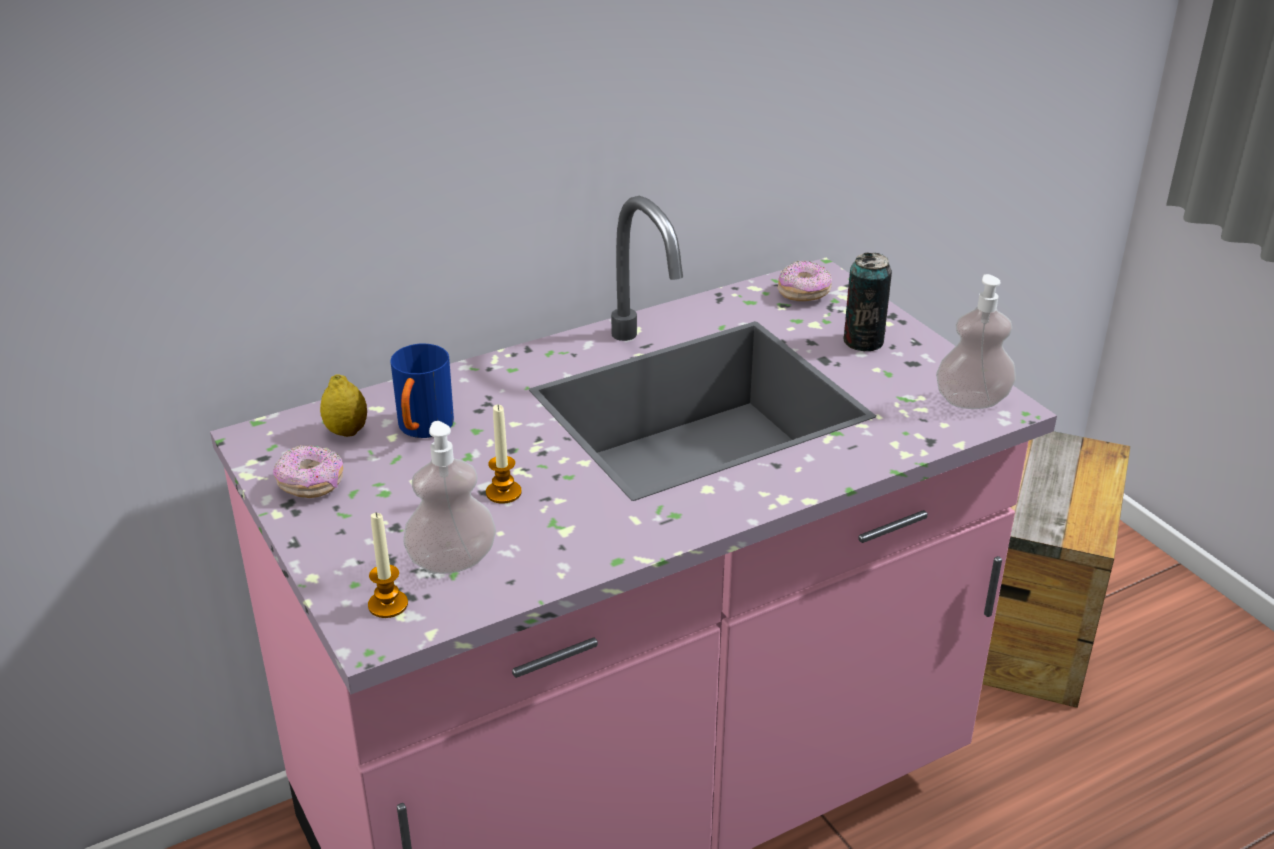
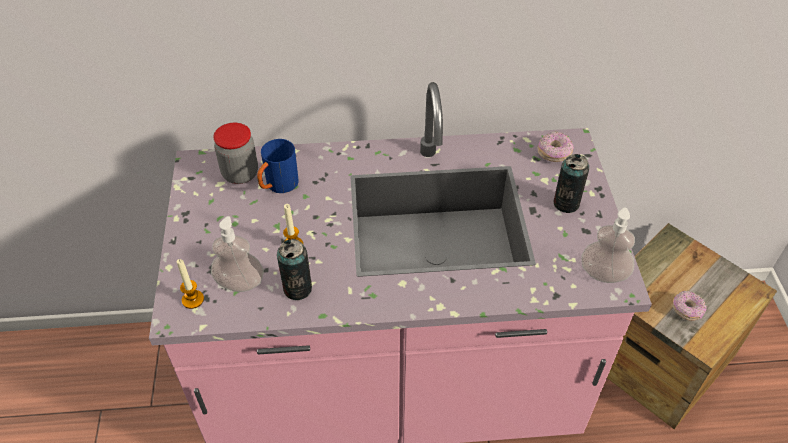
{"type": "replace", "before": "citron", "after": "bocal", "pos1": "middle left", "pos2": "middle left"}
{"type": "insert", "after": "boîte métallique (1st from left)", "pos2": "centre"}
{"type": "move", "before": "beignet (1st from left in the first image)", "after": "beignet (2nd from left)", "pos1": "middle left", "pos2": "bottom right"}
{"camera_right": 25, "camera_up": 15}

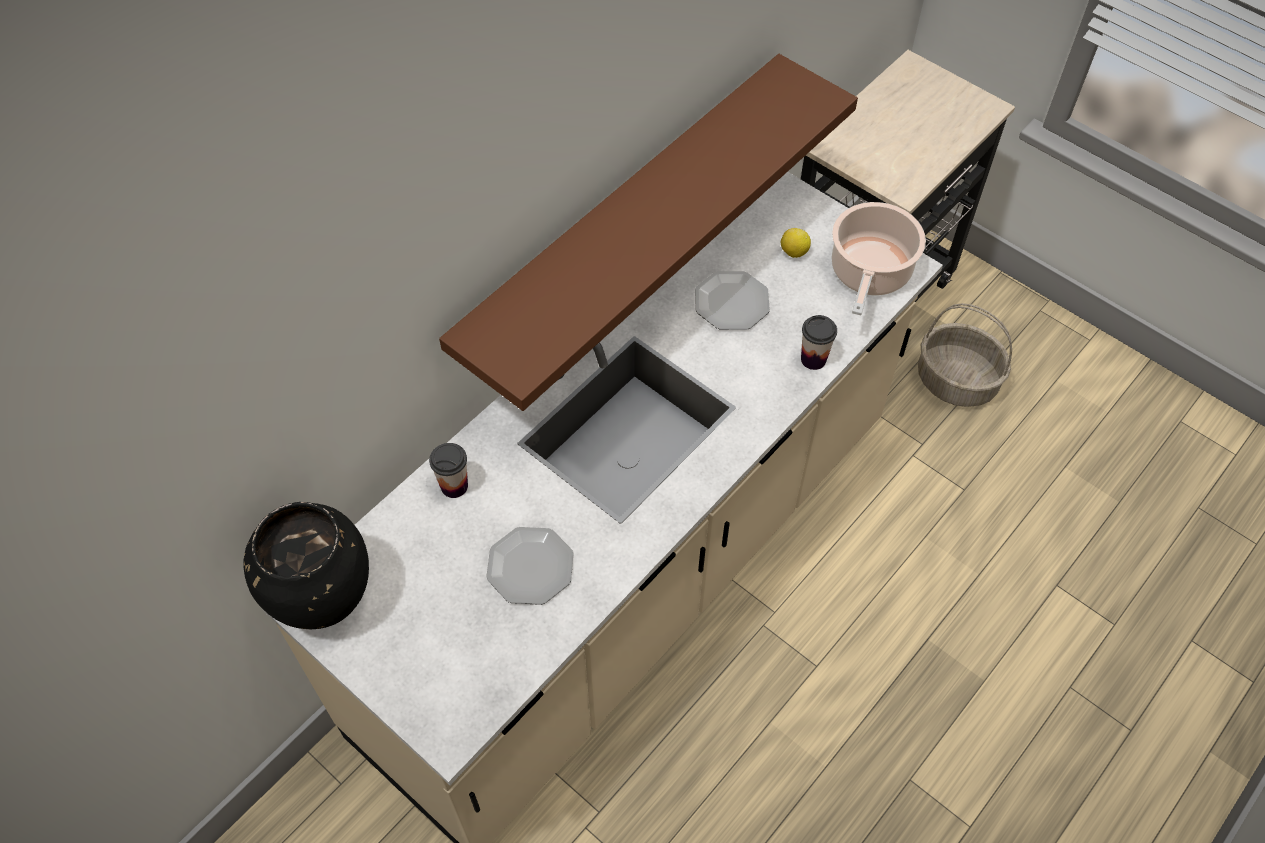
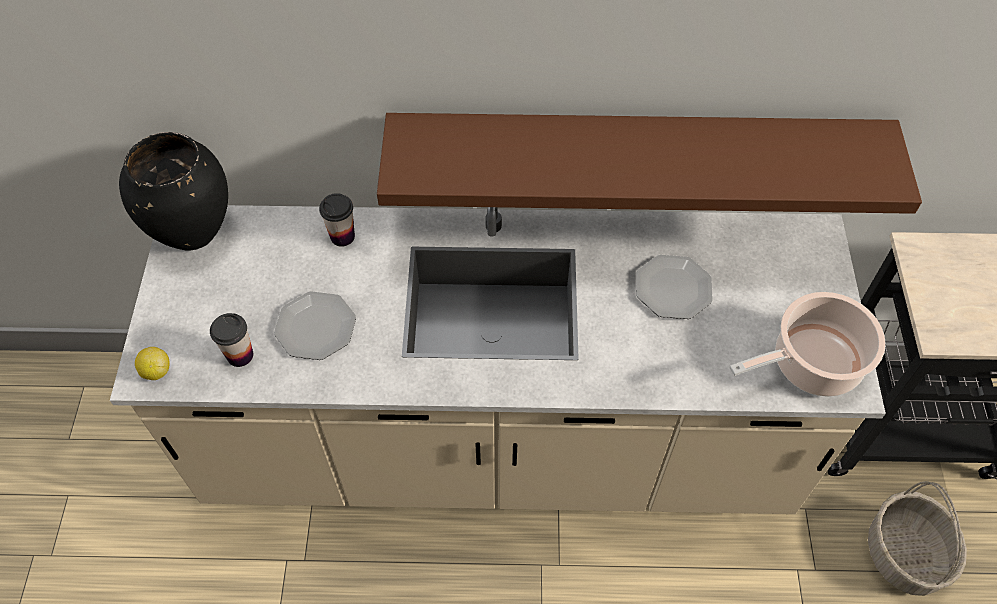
{"type": "move", "before": "citron", "pos1": "top centre", "pos2": "middle left"}
{"type": "move", "before": "tasse (2nd from left in the first image)", "after": "tasse (1st from left)", "pos1": "centre", "pos2": "middle left"}
{"camera_right": 50, "camera_up": 0}

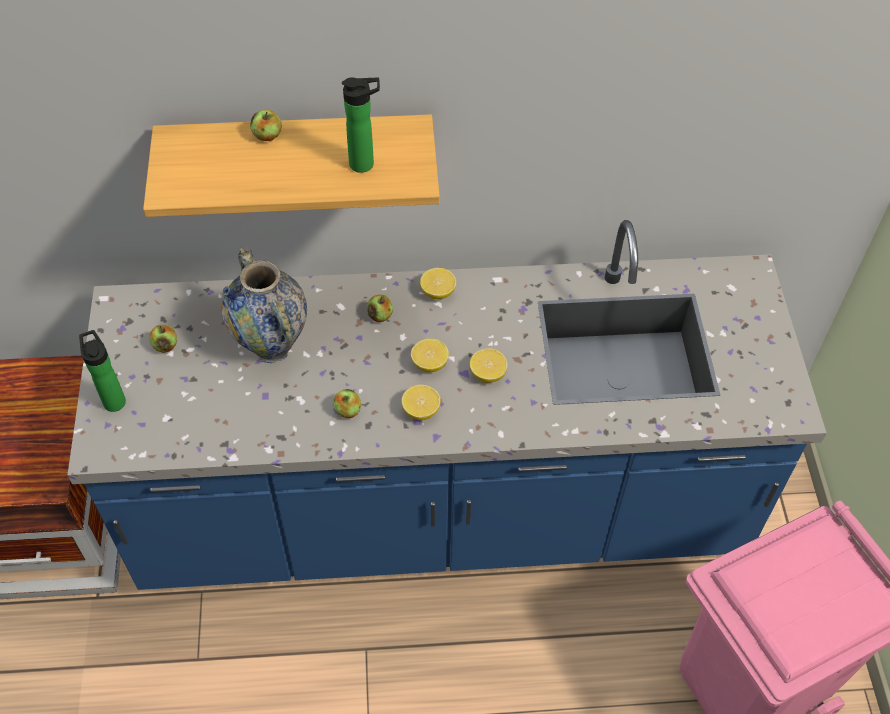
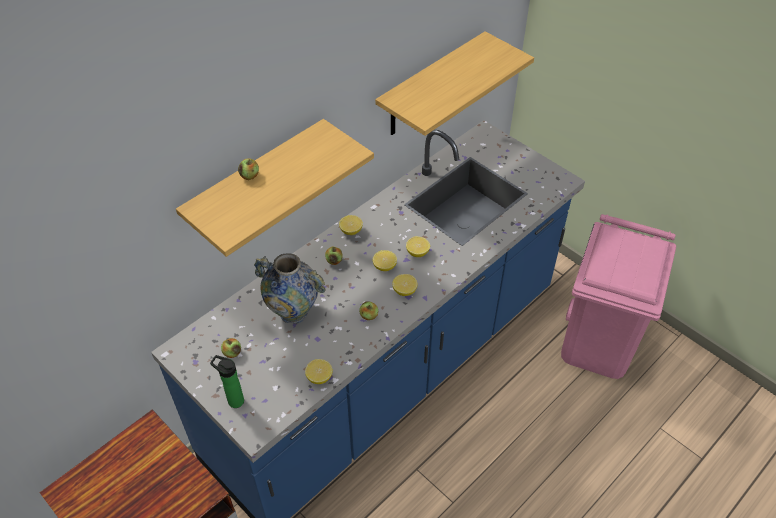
{"type": "insert", "after": "citron (1st from left)", "pos2": "bottom centre"}
{"type": "insert", "after": "étagère (2nd from left)", "pos2": "top centre"}
{"type": "delete", "before": "bouteille (2nd from left)", "pos1": "top centre"}
{"camera_right": -40, "camera_up": -5}

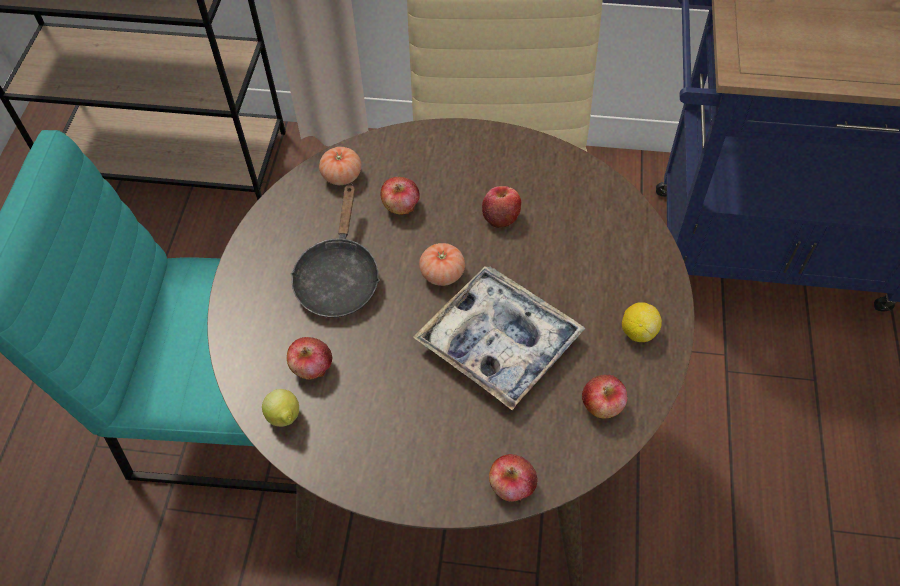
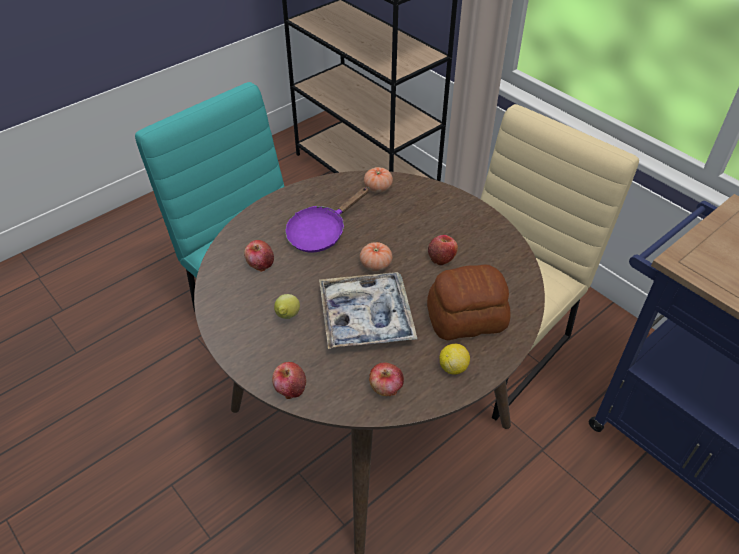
{"type": "move", "before": "citron (1st from left)", "pos1": "bottom left", "pos2": "centre"}
{"type": "recolor", "before": "poêle [noir]", "after": "poêle [violet]", "pos1": "centre", "pos2": "centre"}
{"type": "insert", "after": "pain", "pos2": "centre"}
{"type": "delete", "before": "pomme (2nd from left)", "pos1": "centre"}
{"camera_right": 40, "camera_up": -10}

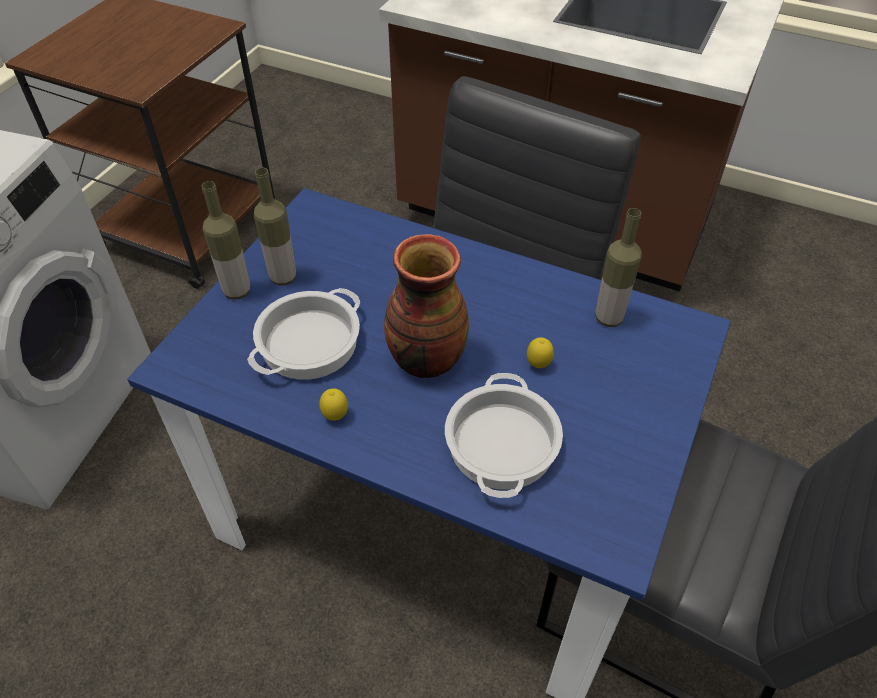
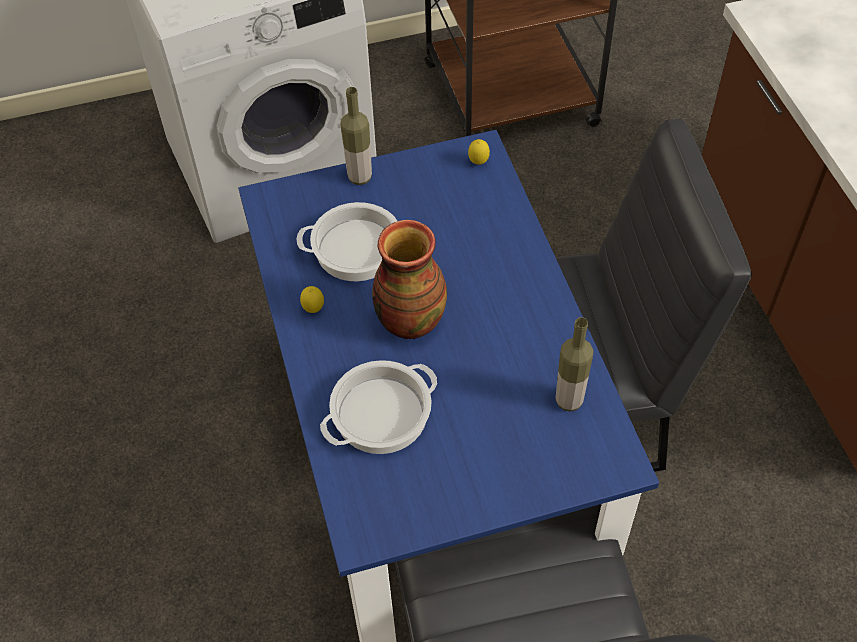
{"type": "move", "before": "citron (2nd from left)", "pos1": "centre", "pos2": "top centre"}
{"type": "delete", "before": "bouteille (2nd from left)", "pos1": "top left"}
{"camera_right": 50, "camera_up": 5}

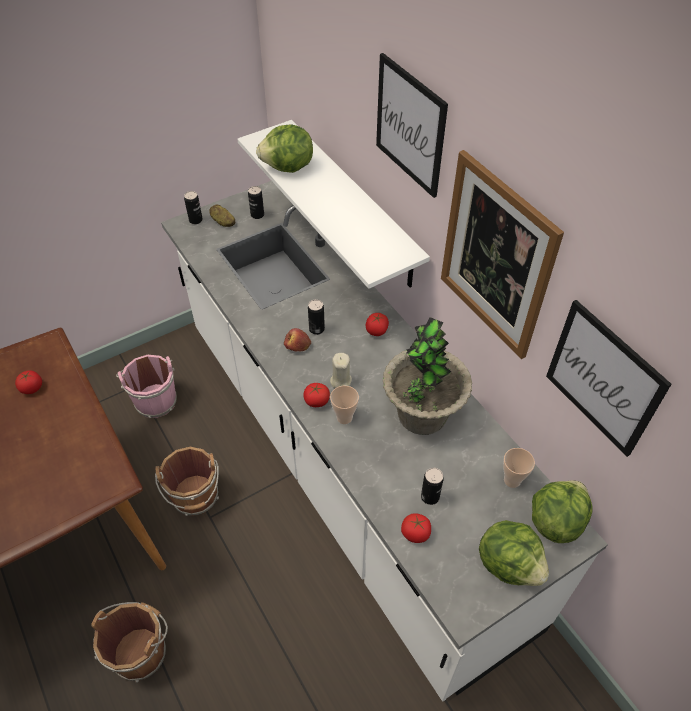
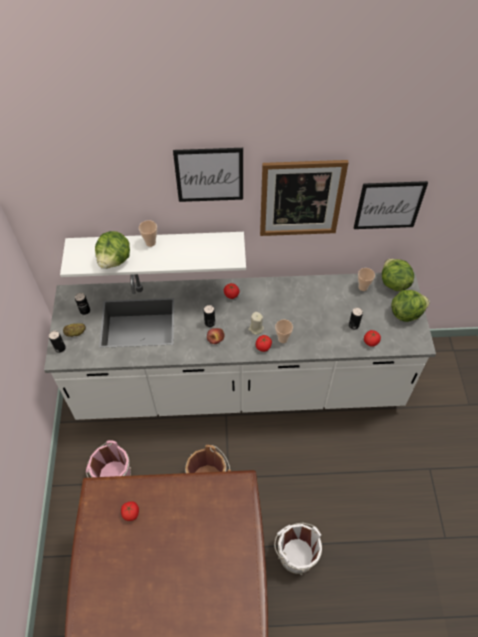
{"type": "insert", "after": "tasse (1st from left)", "pos2": "middle left"}
{"type": "recolor", "before": "seau [marron] (1st from left)", "after": "seau [blanc]", "pos1": "bottom left", "pos2": "bottom centre"}
{"type": "delete", "before": "plante en pot", "pos1": "centre"}
{"camera_right": -60, "camera_up": 5}

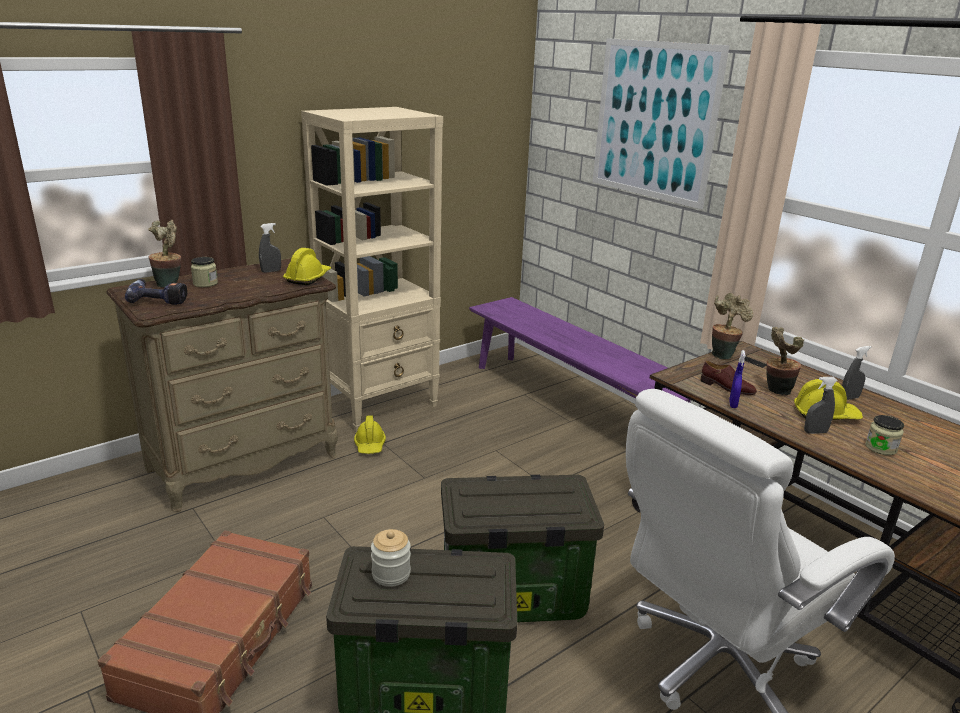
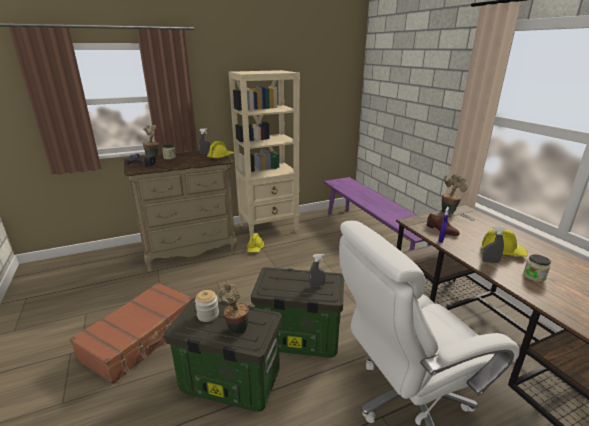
{"type": "move", "before": "plante en pot (3rd from left in the first image)", "after": "plante en pot (2nd from left)", "pos1": "middle right", "pos2": "bottom centre"}
{"type": "move", "before": "vaporisateur [gris] (3rd from left in the first image)", "after": "vaporisateur [gris] (2nd from left)", "pos1": "middle right", "pos2": "centre"}
{"type": "delete", "before": "tableau", "pos1": "top right"}
{"camera_right": 15, "camera_up": 0}

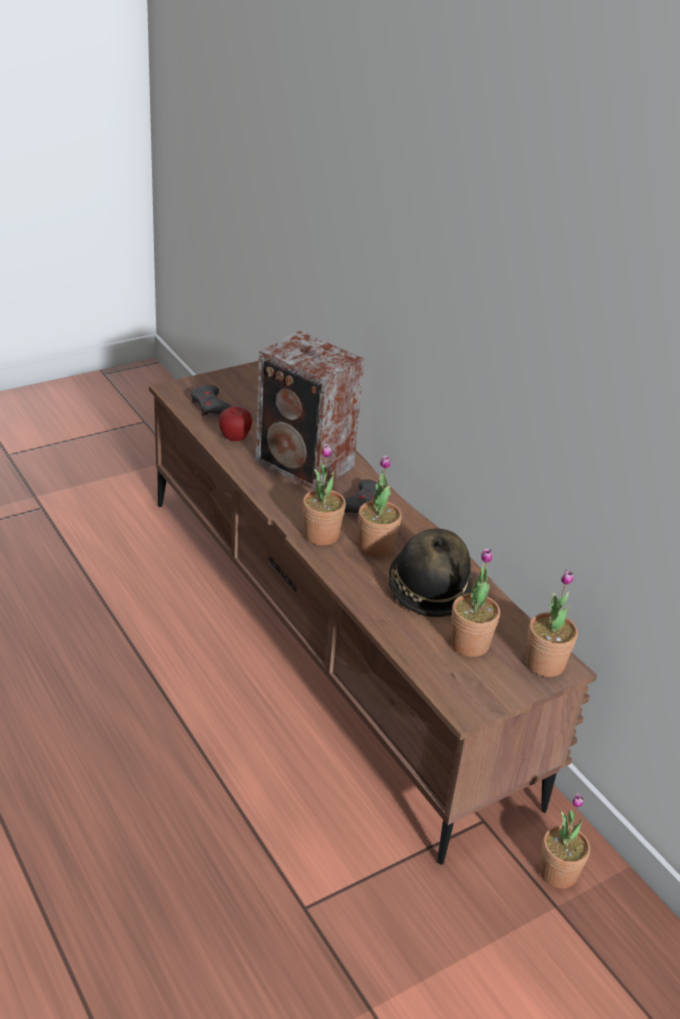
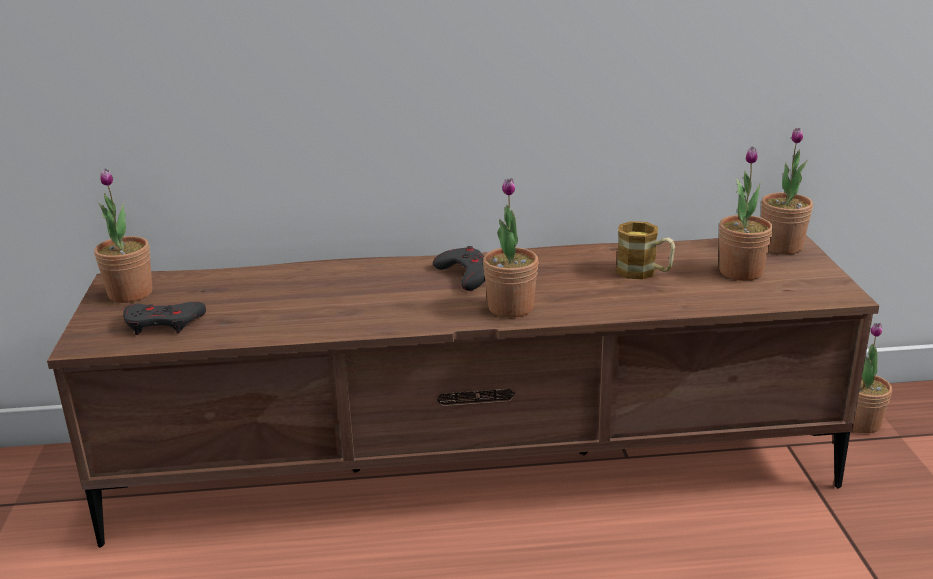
{"type": "move", "before": "plante en pot (2nd from left in the first image)", "after": "plante en pot (1st from left)", "pos1": "centre", "pos2": "middle left"}
{"type": "replace", "before": "chapeau", "after": "mug", "pos1": "centre", "pos2": "middle right"}
{"type": "delete", "before": "pomme", "pos1": "centre"}
{"type": "delete", "before": "enceinte", "pos1": "centre"}
{"camera_right": -60, "camera_up": -10}

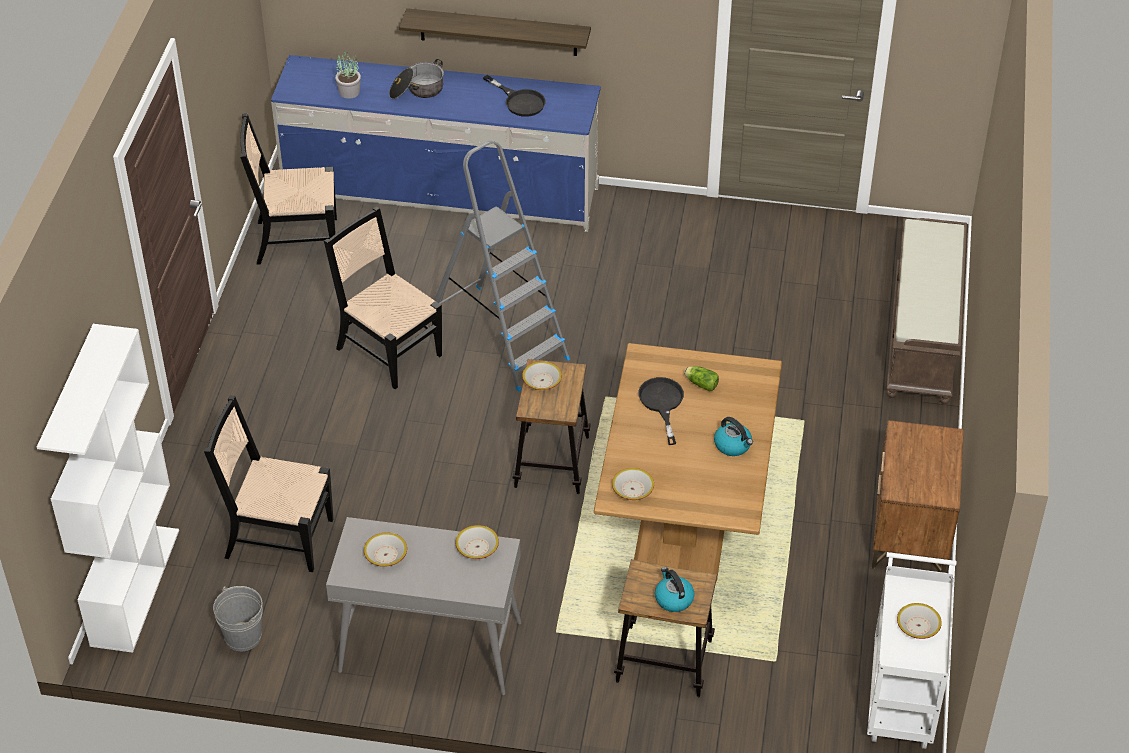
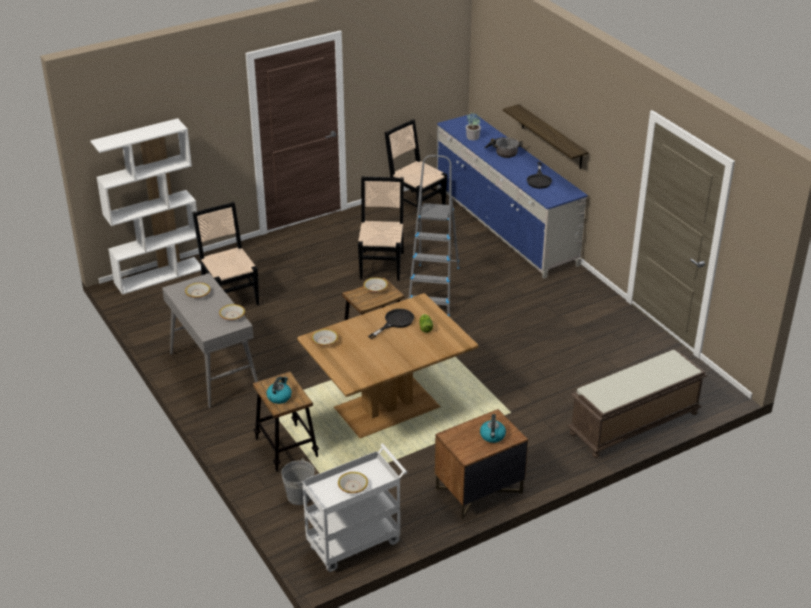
{"type": "move", "before": "seau [gris]", "pos1": "bottom left", "pos2": "bottom centre"}
{"type": "move", "before": "bouilloire (2nd from left)", "pos1": "centre", "pos2": "bottom centre"}
{"camera_right": 50, "camera_up": -10}

